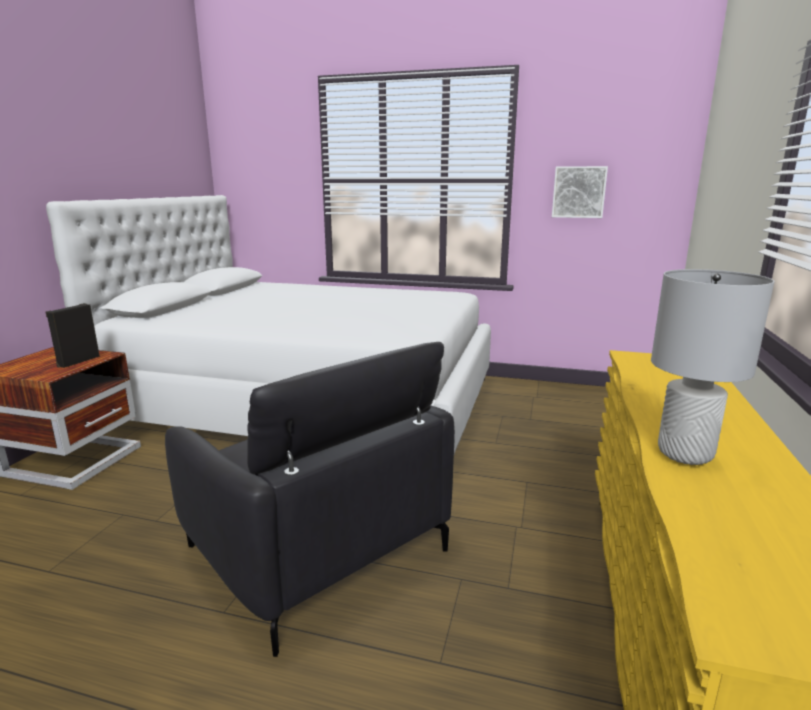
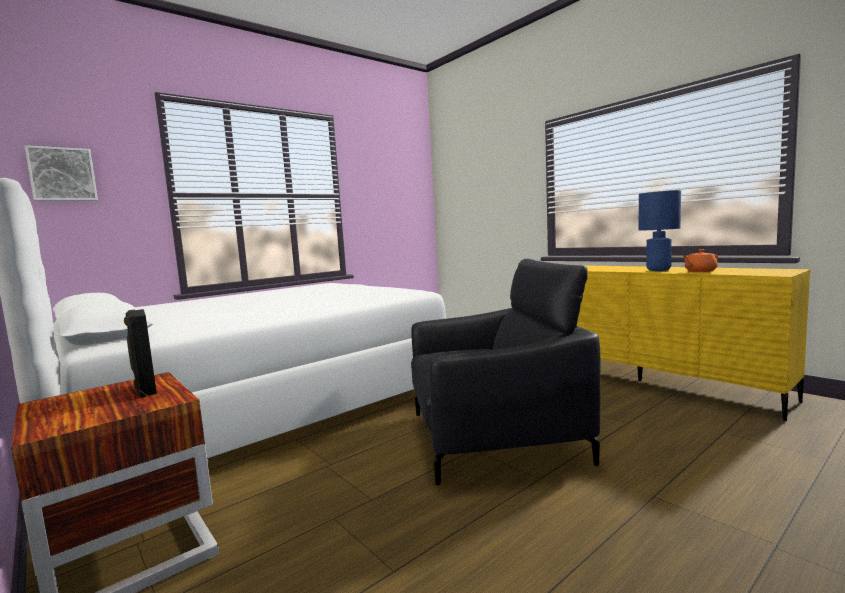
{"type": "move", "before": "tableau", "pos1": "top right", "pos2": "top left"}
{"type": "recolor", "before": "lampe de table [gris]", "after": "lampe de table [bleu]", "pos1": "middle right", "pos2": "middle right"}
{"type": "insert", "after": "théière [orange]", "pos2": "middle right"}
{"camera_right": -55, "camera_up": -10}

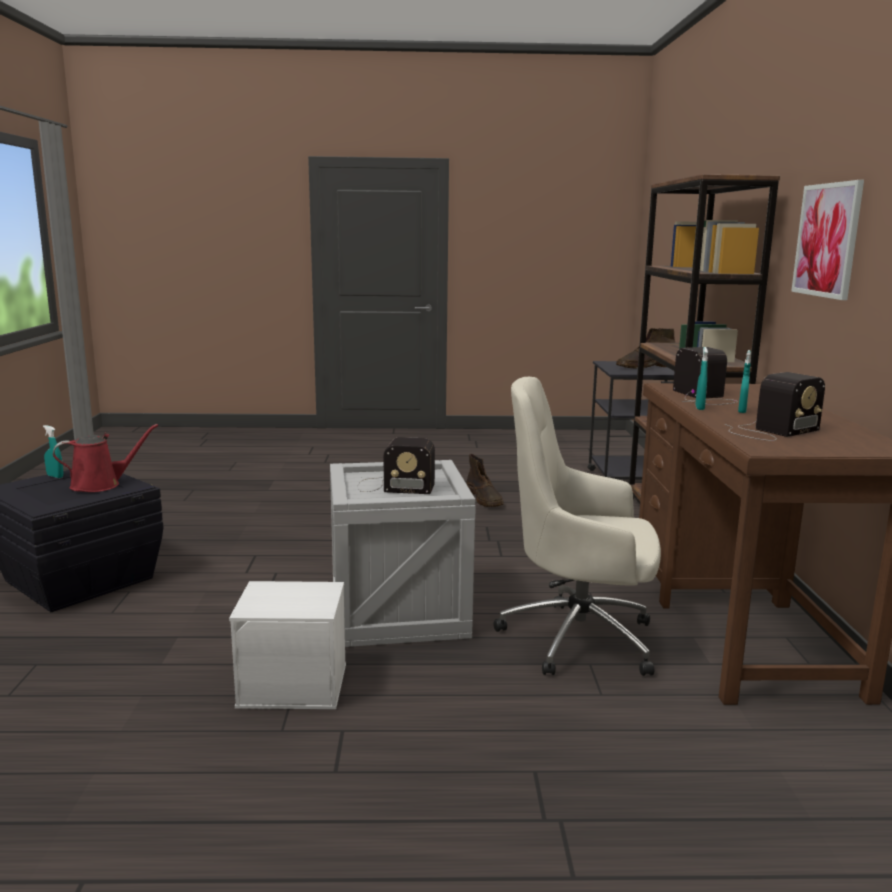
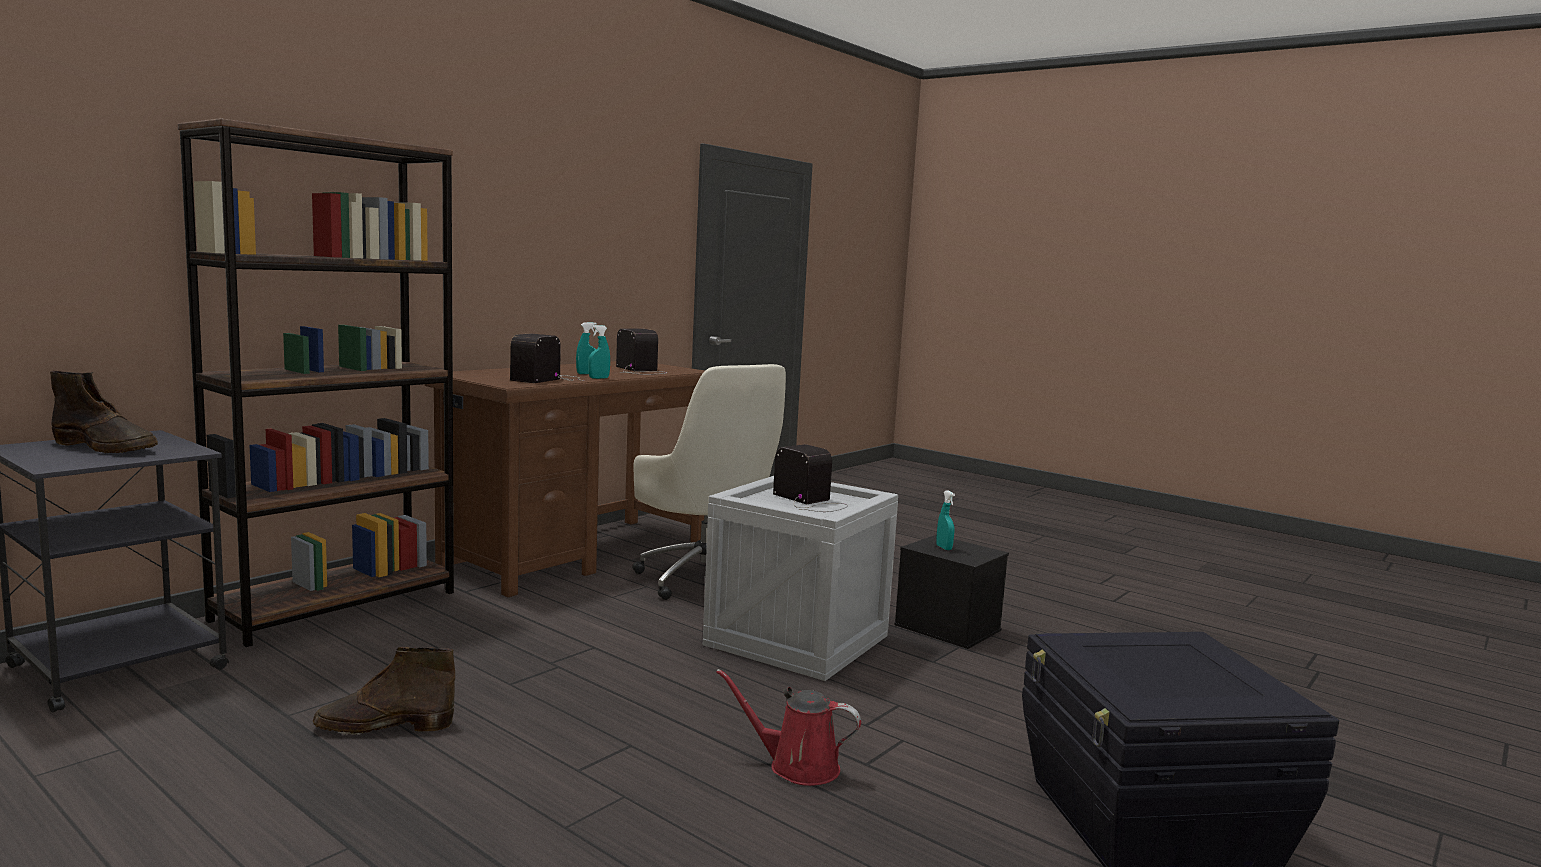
{"type": "rotate", "before": "botte [marron] (1st from left in the first image)", "pos1": "centre", "pos2": "bottom left", "turn": -120}
{"type": "rotate", "before": "radio (3rd from left in the first image)", "pos1": "middle right", "pos2": "centre", "turn": 45}
{"type": "move", "before": "arrosoir [rouge]", "pos1": "middle left", "pos2": "bottom centre"}
{"type": "recolor", "before": "boîte de rangement [blanc]", "after": "boîte de rangement [noir] (1st from left)", "pos1": "bottom left", "pos2": "bottom centre"}
{"type": "move", "before": "vaporisateur [turquoise] (1st from left in the first image)", "after": "vaporisateur [turquoise] (3rd from left)", "pos1": "middle left", "pos2": "centre"}
{"type": "delete", "before": "tableau", "pos1": "top right"}
{"camera_right": -140, "camera_up": -5}

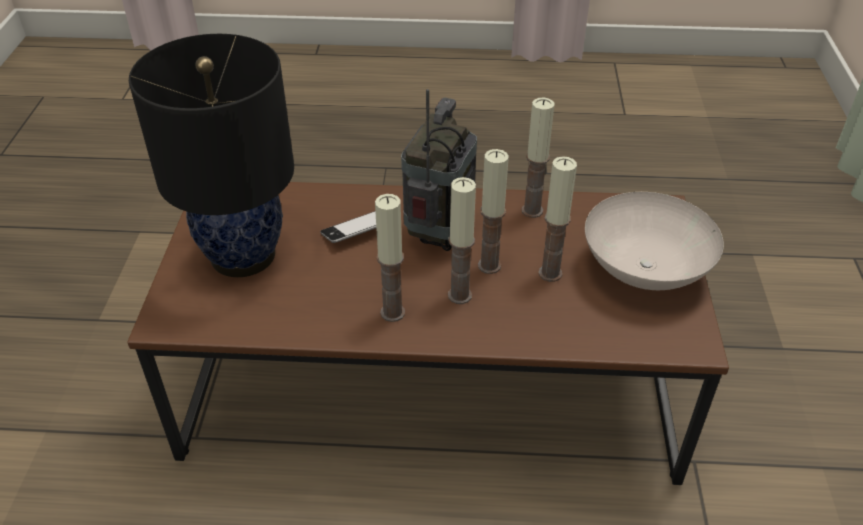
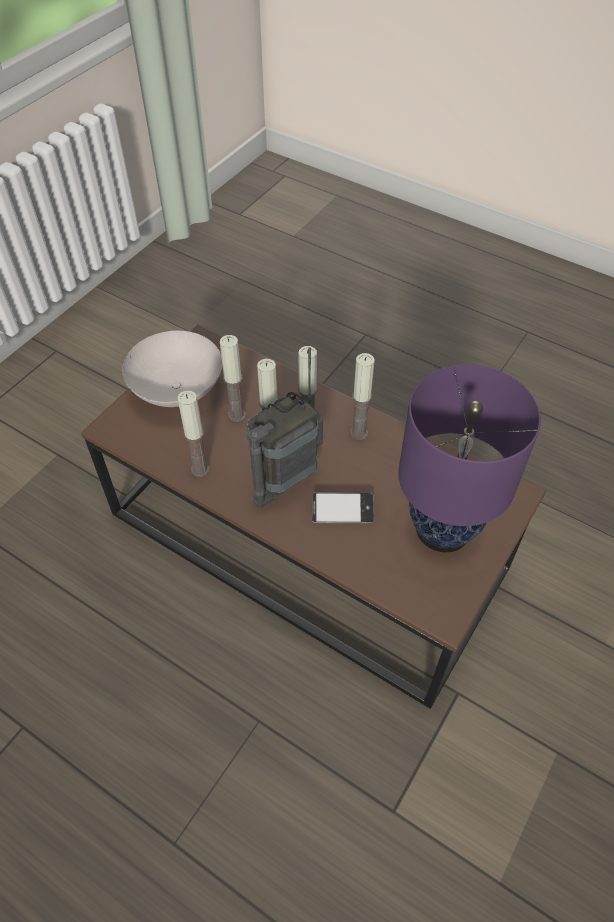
{"type": "recolor", "before": "lampe de table [noir]", "after": "lampe de table [violet]", "pos1": "top left", "pos2": "middle right"}
{"camera_right": -150, "camera_up": 10}

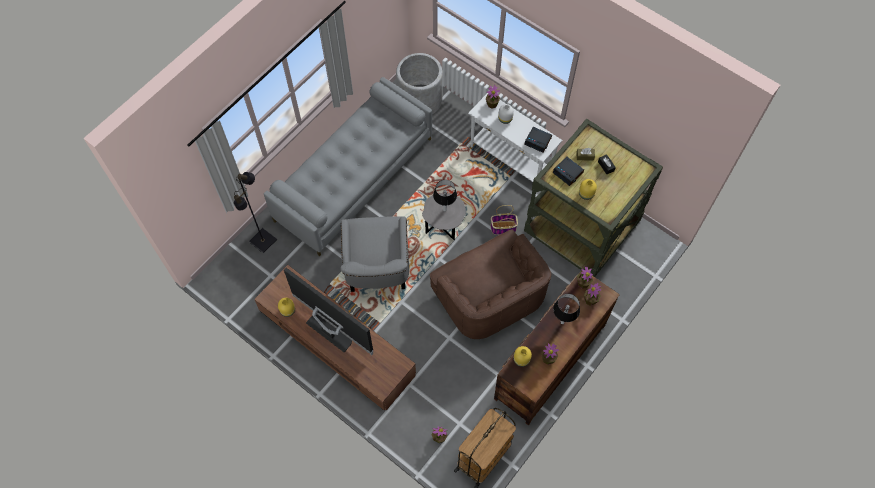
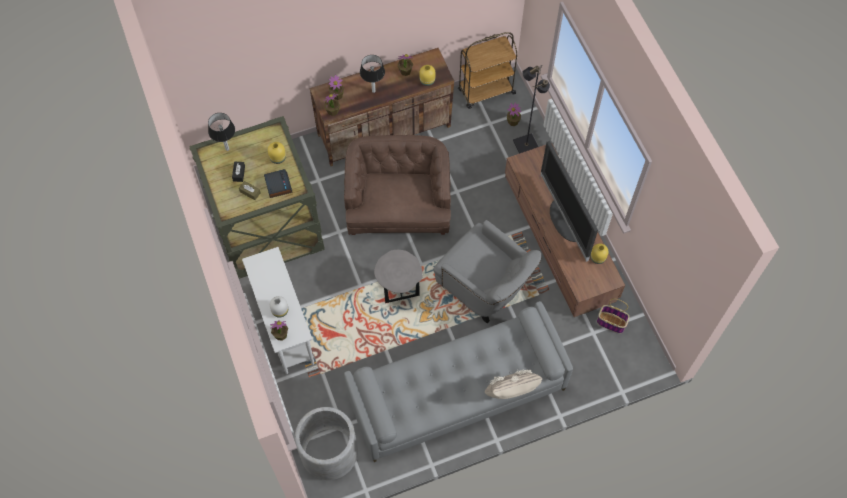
{"type": "move", "before": "lampe de table (1st from left)", "pos1": "centre", "pos2": "top left"}
{"type": "rotate", "before": "fauteuil [gris]", "pos1": "centre", "pos2": "centre", "turn": 105}
{"type": "insert", "after": "coussin [beige]", "pos2": "bottom centre"}
{"type": "move", "before": "lampadaire [noir]", "pos1": "middle left", "pos2": "top centre"}
{"type": "move", "before": "panier", "pos1": "centre", "pos2": "middle right"}
{"type": "delete", "before": "réveil (1st from left)", "pos1": "top centre"}
{"camera_right": -150, "camera_up": 0}

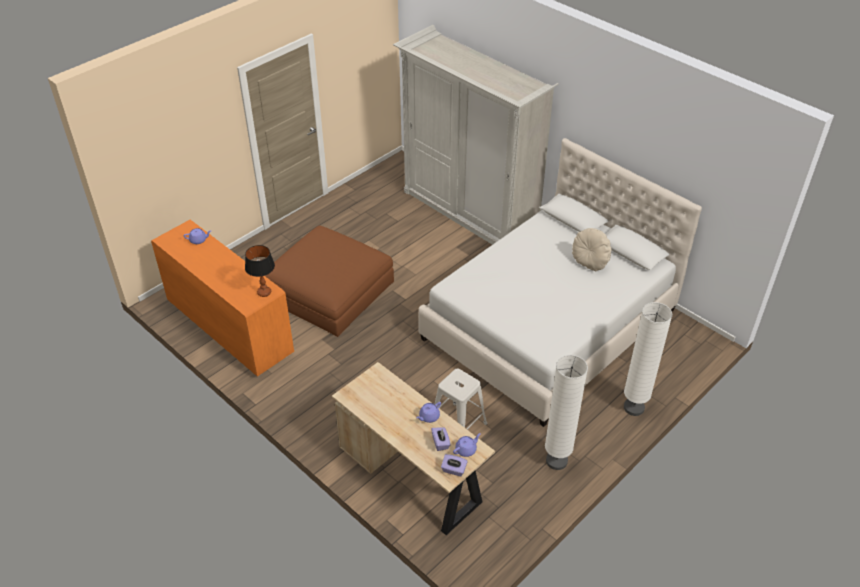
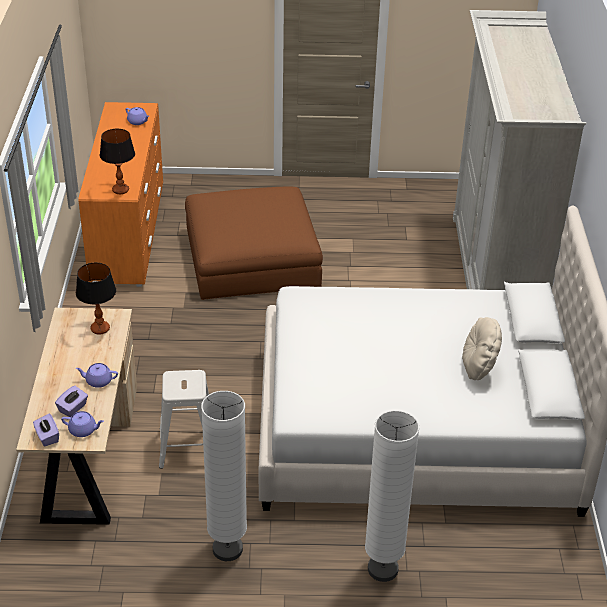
{"type": "insert", "after": "lampe de table (1st from left)", "pos2": "middle left"}
{"camera_right": 45, "camera_up": -5}

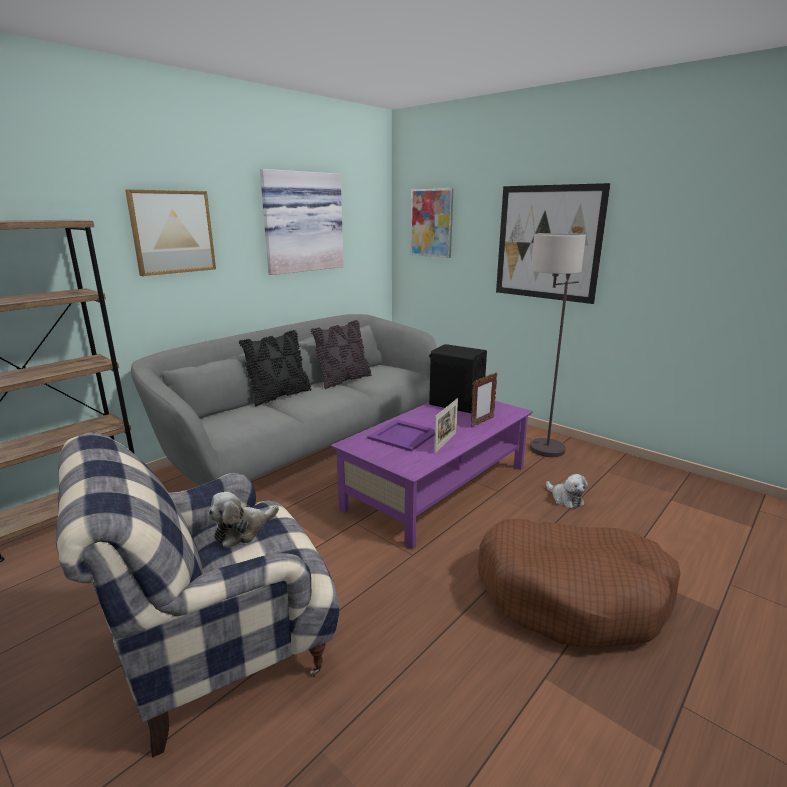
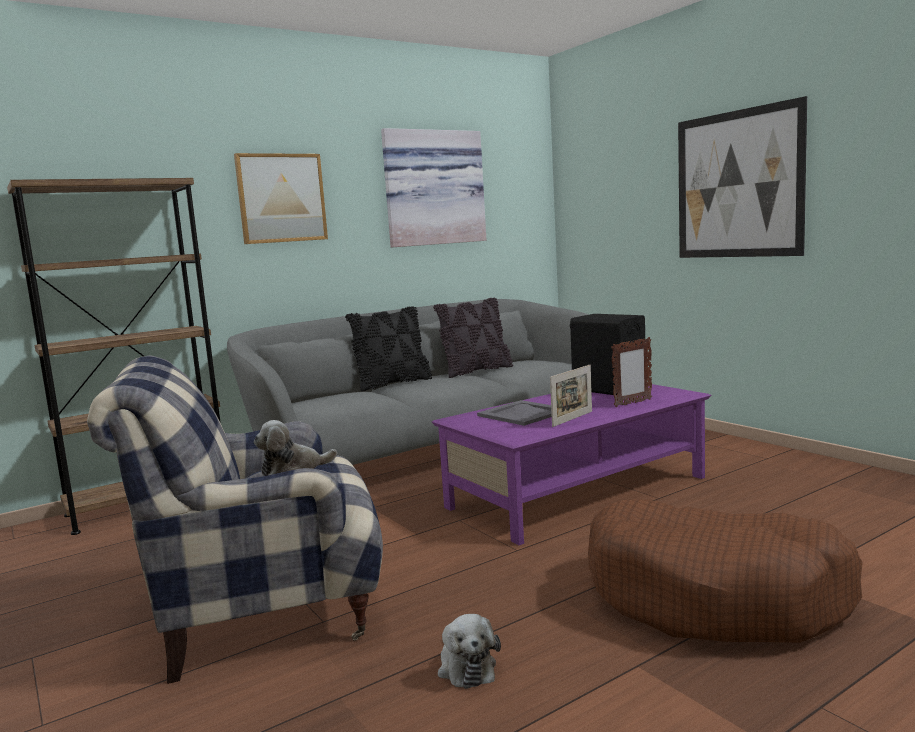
{"type": "move", "before": "peluche (2nd from left)", "pos1": "middle right", "pos2": "bottom centre"}
{"type": "recolor", "before": "plateau [violet]", "after": "plateau [gris]", "pos1": "centre", "pos2": "centre"}
{"type": "delete", "before": "tableau (3rd from left)", "pos1": "top centre"}
{"type": "delete", "before": "lampadaire [gris]", "pos1": "middle right"}
{"camera_right": 15, "camera_up": -10}

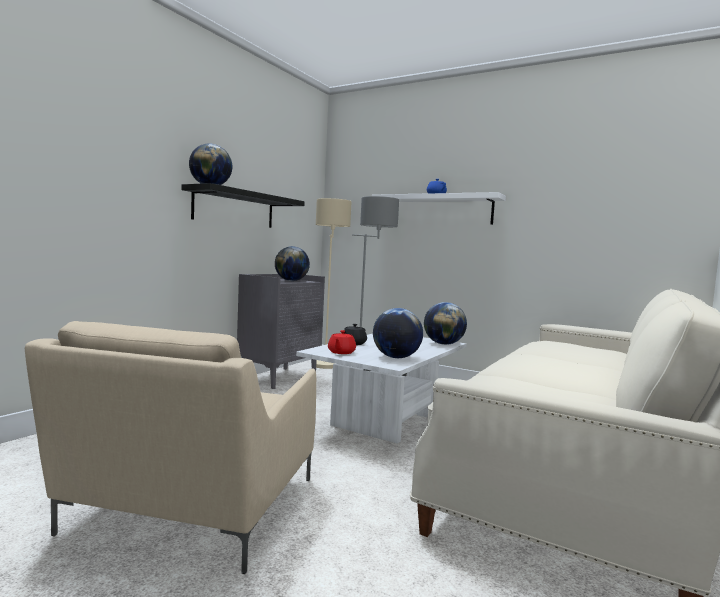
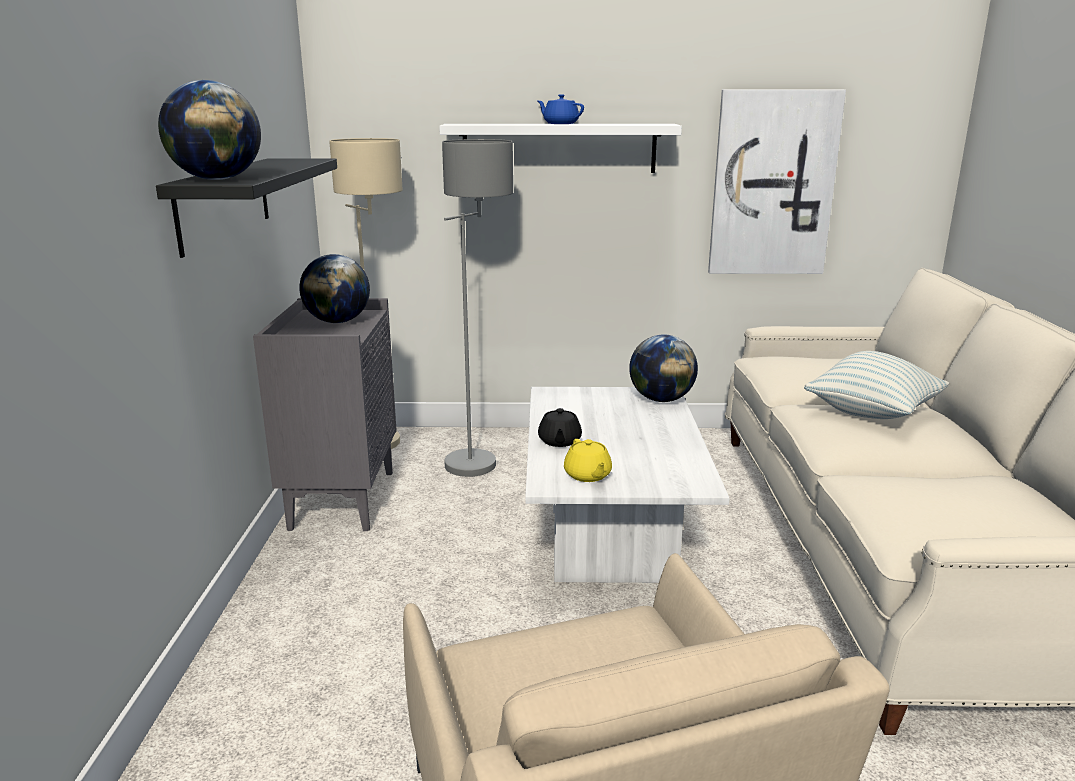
{"type": "recolor", "before": "théière [rouge]", "after": "théière [jaune]", "pos1": "centre", "pos2": "centre"}
{"type": "insert", "after": "tableau", "pos2": "top right"}
{"type": "insert", "after": "coussin", "pos2": "middle right"}
{"type": "delete", "before": "globe (3rd from left)", "pos1": "centre"}
{"camera_right": -30, "camera_up": 15}

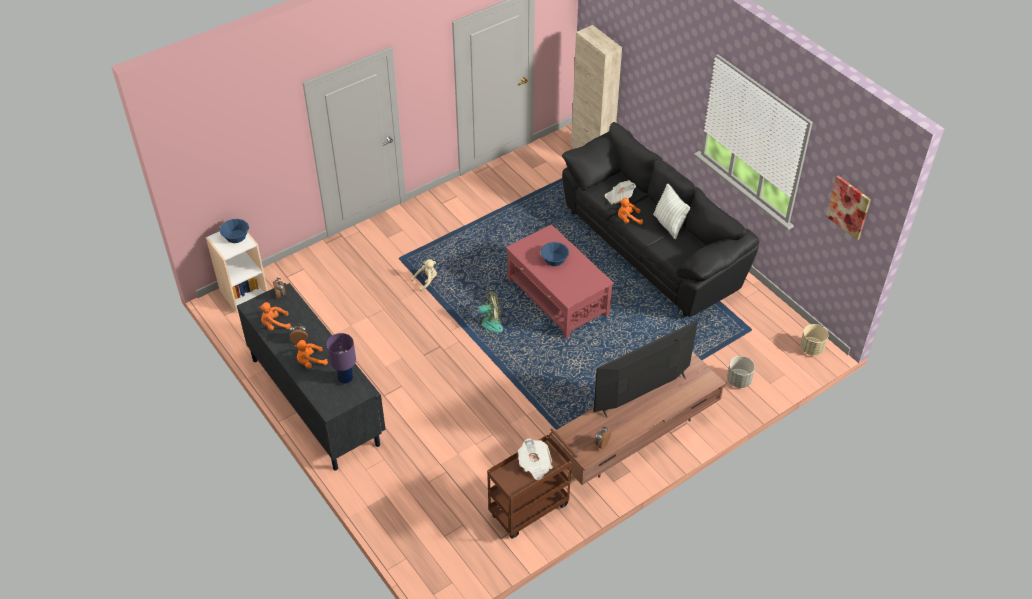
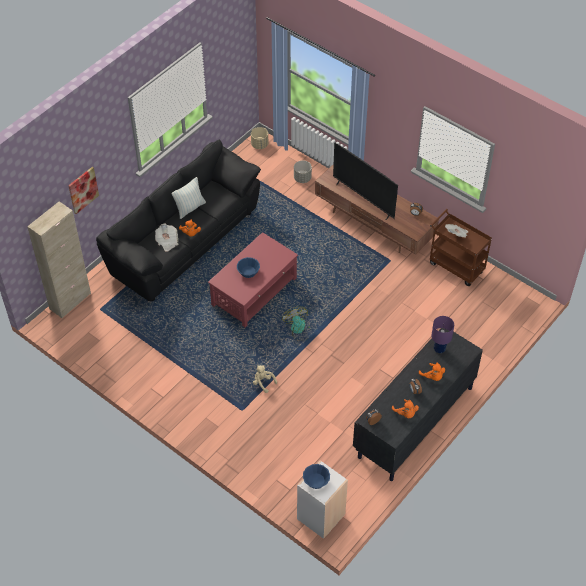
{"type": "move", "before": "tableau", "pos1": "middle right", "pos2": "top left"}
{"camera_right": -105, "camera_up": 5}

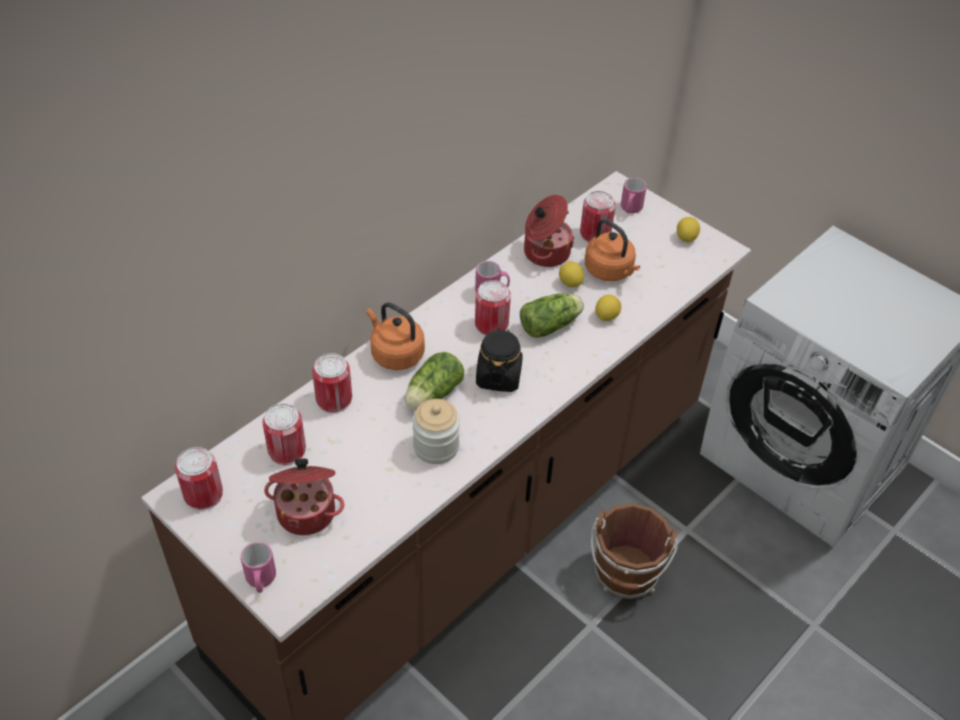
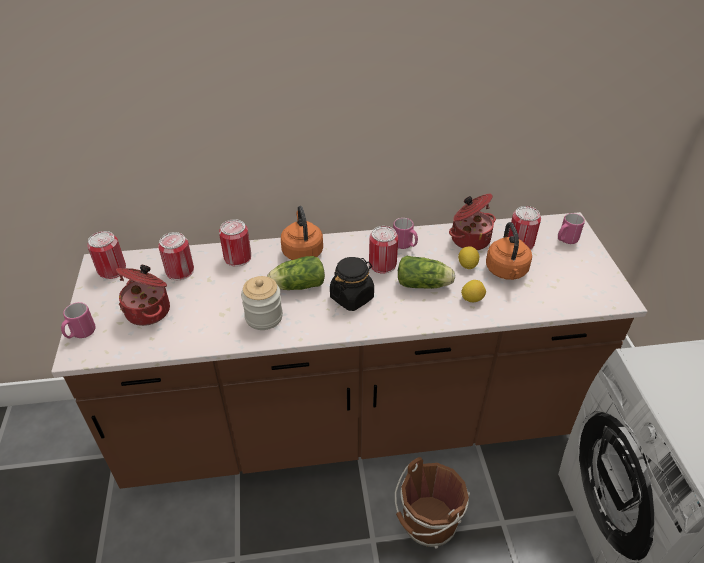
{"type": "delete", "before": "citron (3rd from left)", "pos1": "top right"}
{"camera_right": 40, "camera_up": -5}

